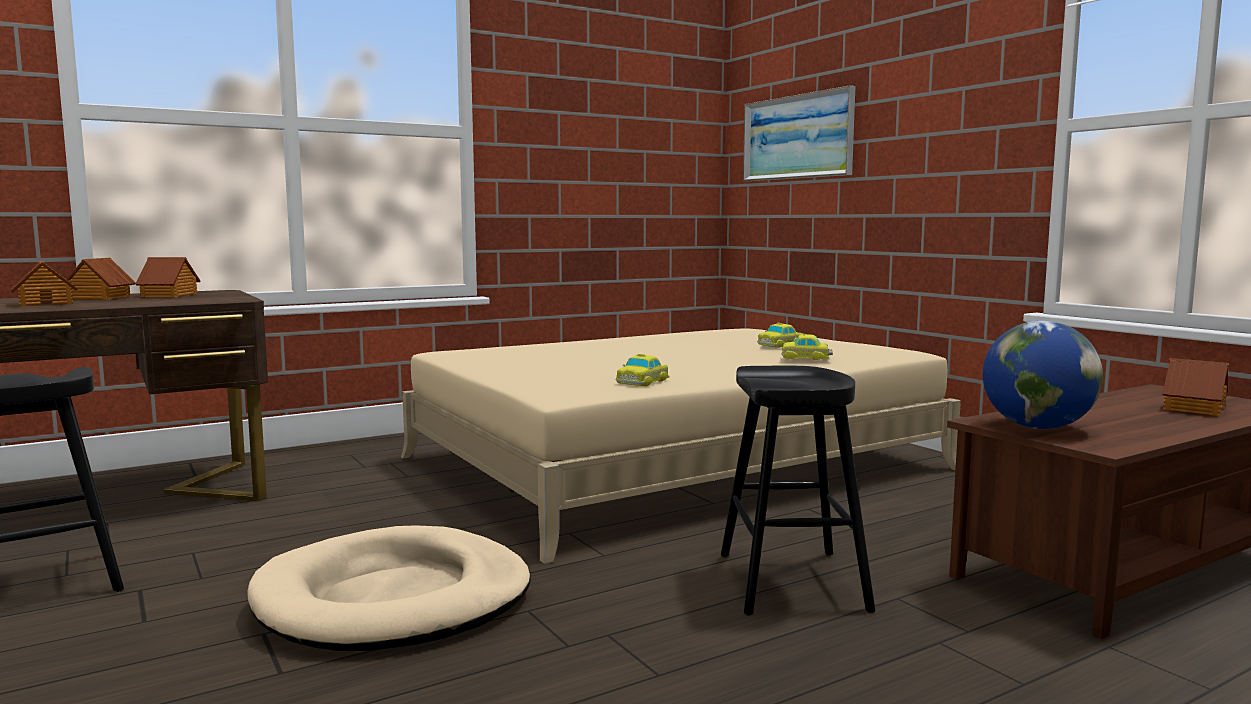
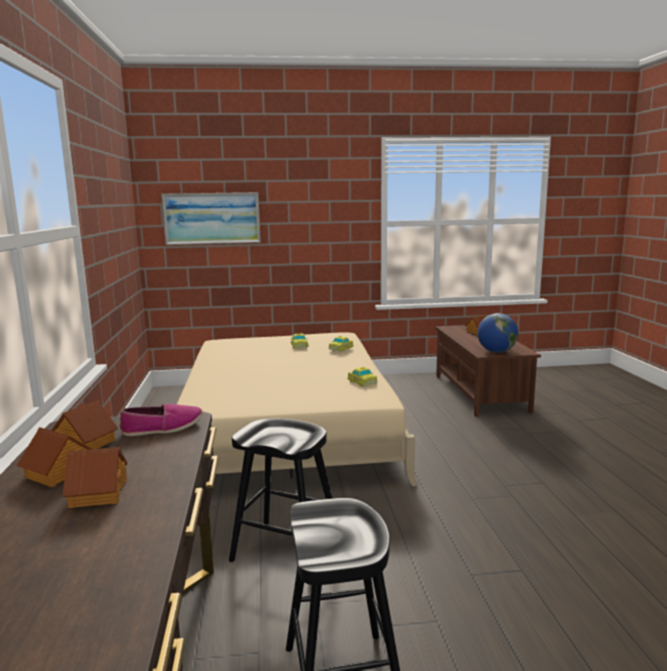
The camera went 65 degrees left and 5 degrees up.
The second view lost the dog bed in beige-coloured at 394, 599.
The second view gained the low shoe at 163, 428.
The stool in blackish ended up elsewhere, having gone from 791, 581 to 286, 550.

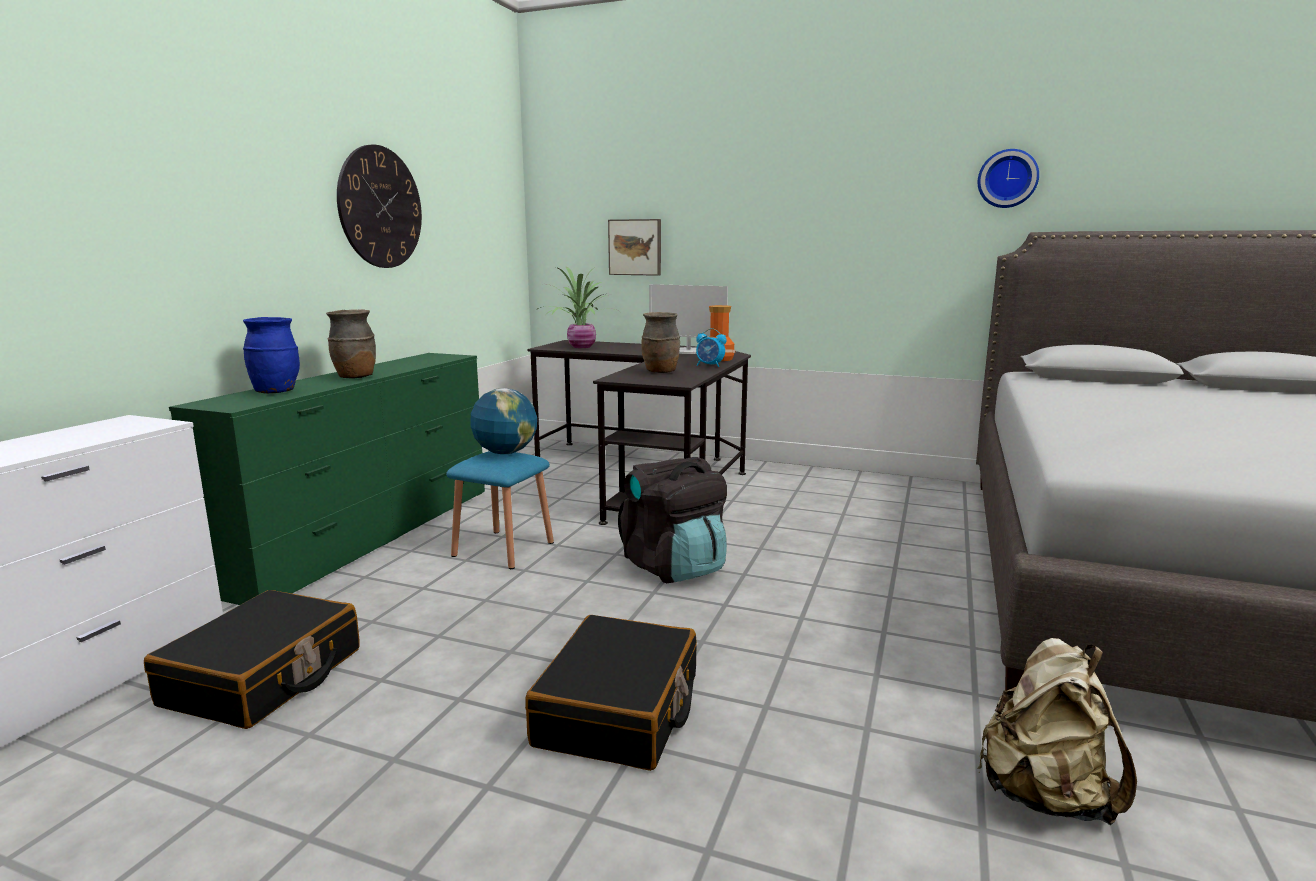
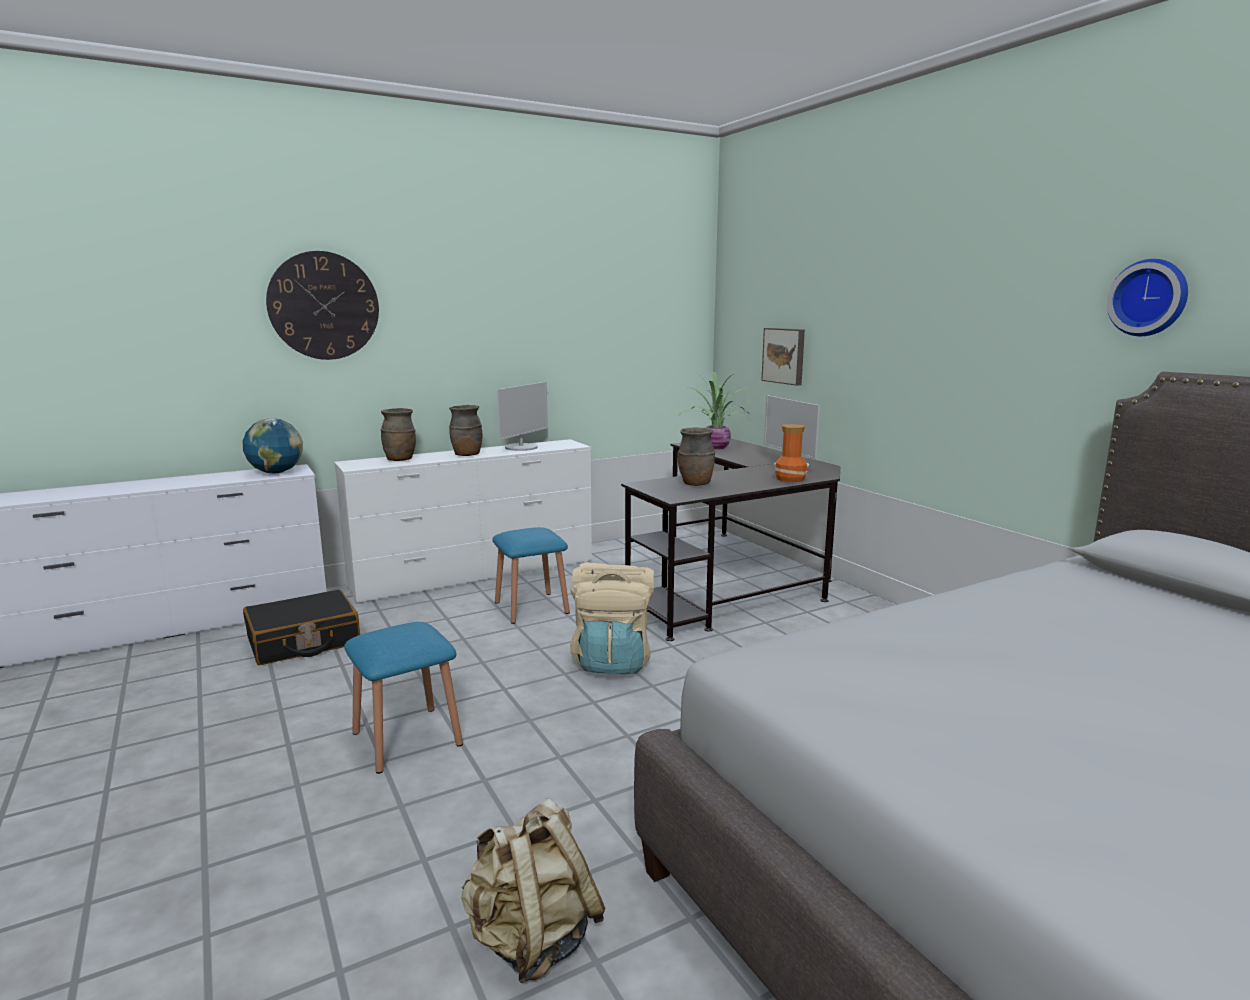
The camera went 40 degrees right and 0 degrees up.
The second view lost the table clock at 710, 365.
The second view gained the computer screen at 521, 447.
The hanging clock ended up elsewhere, having gone from 380, 207 to 324, 306.
The desk globe ended up elsewhere, having gone from 505, 453 to 276, 472.
Where the piece of luggage in blackish stood at 619, 711, the stool in blue came to stand at 407, 738.
What was the drawer chest in green-coloured at 369, 537 turned into the drawer chest in white at 475, 574.
What was the vase in blue at 276, 392 turned into the vase in brown-coloured at 400, 460.
What was the knapsack in blackish at 674, 567 turned into the knapsack in beige-coloured at 613, 661.

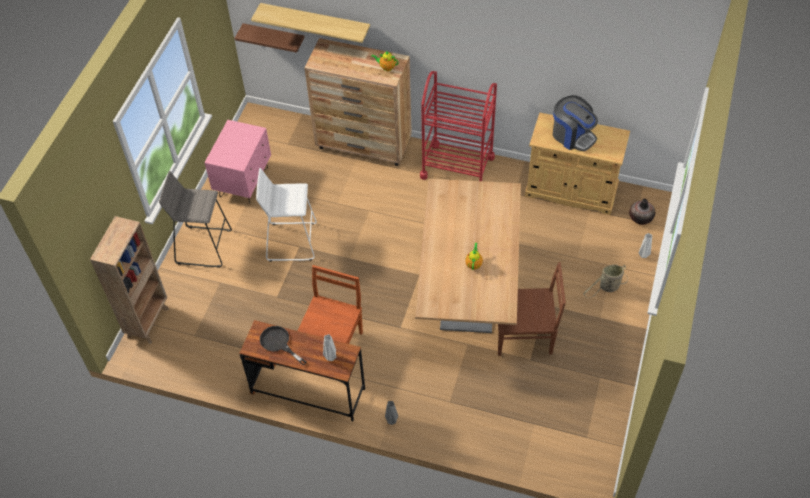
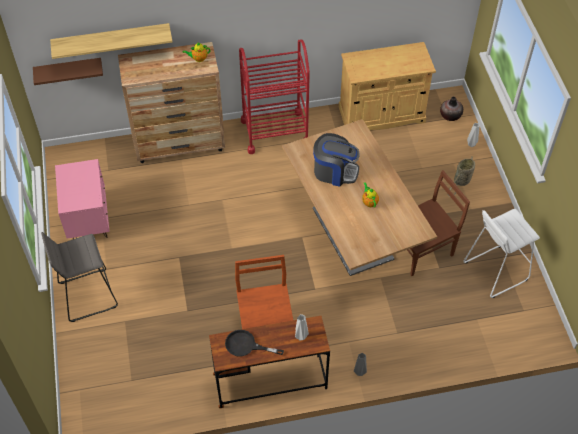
The camera went 30 degrees left and 0 degrees up.
The second view lost the shelving unit in brown-coloured at 148, 322.
The stool in white ended up elsewhere, having gone from 291, 241 to 495, 271.
The coffee brewer ended up elsewhere, having gone from 572, 136 to 334, 171.

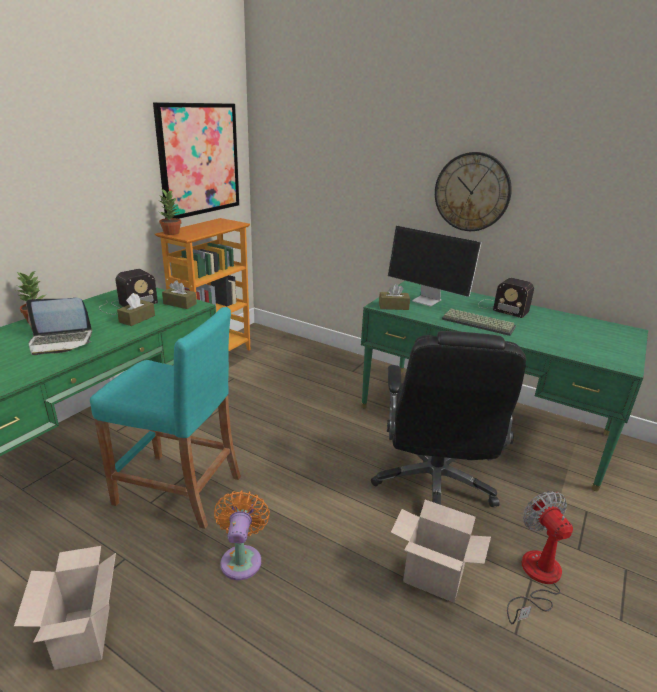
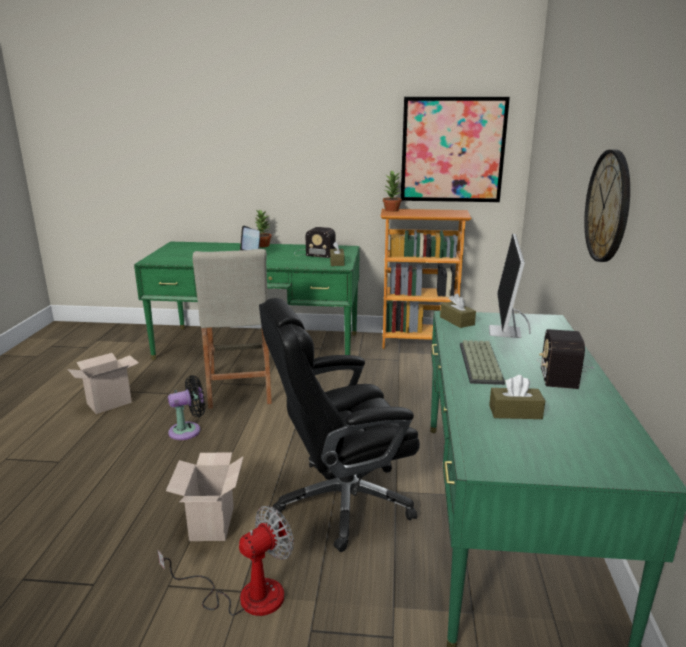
The camera went 65 degrees right and 5 degrees down.
The box of tissues in brown-coloured ended up elsewhere, having gone from 137, 319 to 515, 412.
What was the stool in turquoise-coloured at 178, 490 turned into the stool in beige-coloured at 239, 387.
What was the electric fan in orange at 242, 558 turned into the electric fan in blackish at 188, 430.

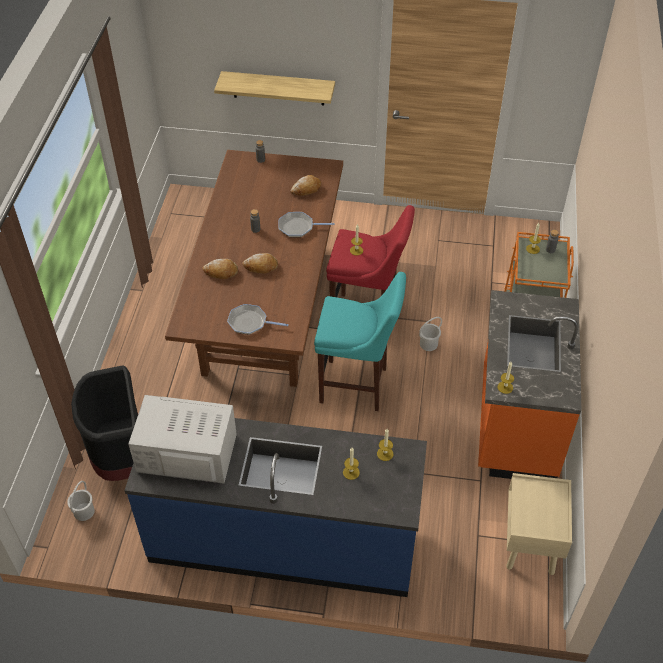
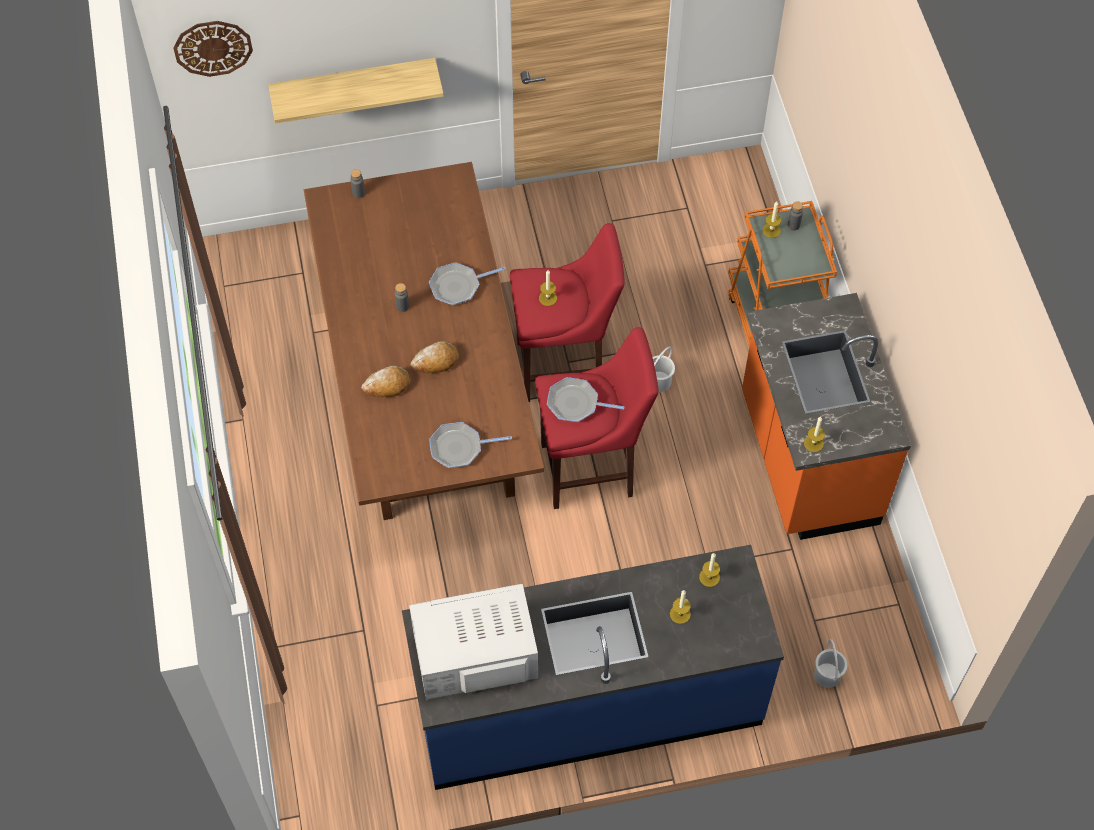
The camera went 20 degrees left and 10 degrees up.
The second view lost the rubbish bin in blackish at 121, 458.
The second view lost the bread at 306, 189.
The second view lost the night table in beige-coloured at 530, 544.
The second view gained the hanging clock at 213, 47.
The second view gained the pan at 576, 403.
The water bucket in white ended up elsewhere, having gone from 84, 511 to 827, 674.
What was the stool in turquoise-coloured at 357, 386 turned into the stool in red-coloured at 592, 470.

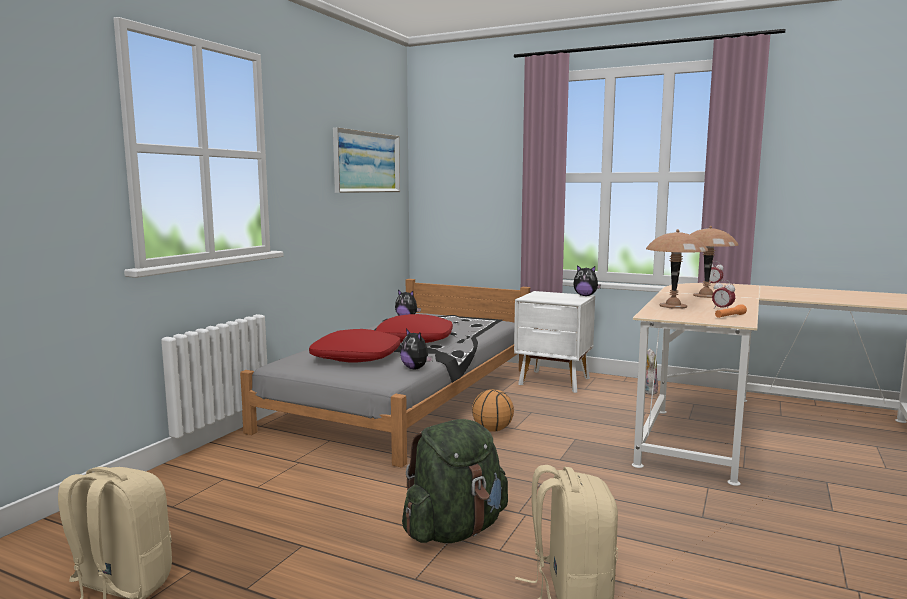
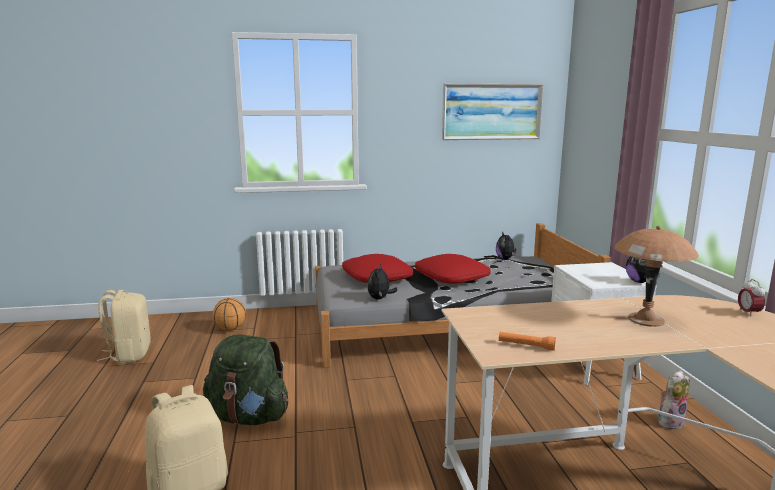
The camera went 55 degrees right and 5 degrees up.
The second view lost the table lamp in brown-coloured at 672, 306.
The second view lost the table clock at 722, 309.
The basketball ball ended up elsewhere, having gone from 492, 429 to 231, 329.

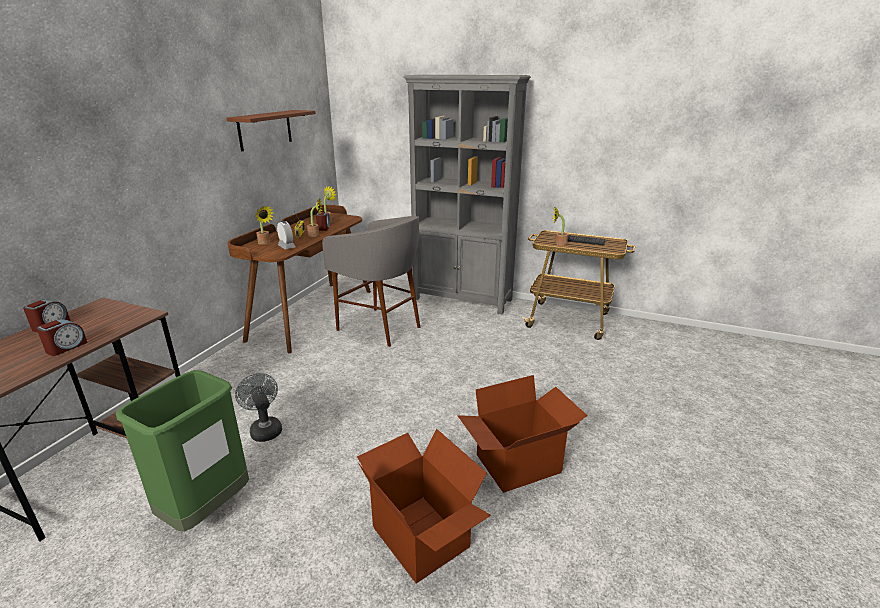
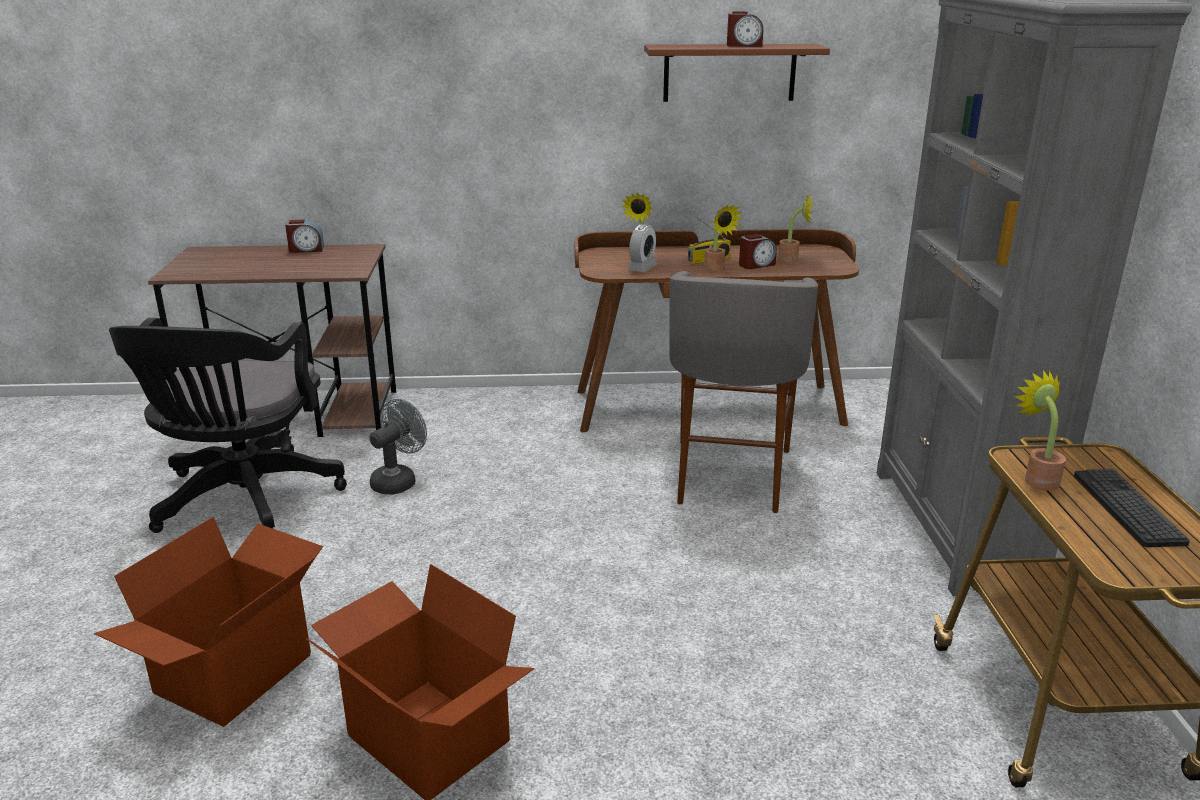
The camera went 65 degrees right and 0 degrees up.
The table clock ended up elsewhere, having gone from 66, 347 to 744, 45.
Where the rubbish bin in green-coloured stood at 206, 510, the computer chair in blackish came to stand at 243, 502.

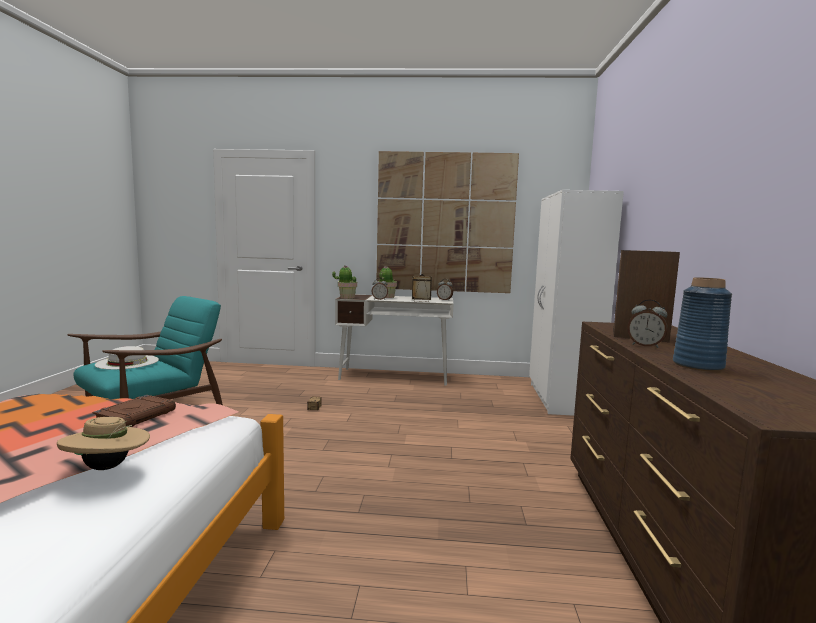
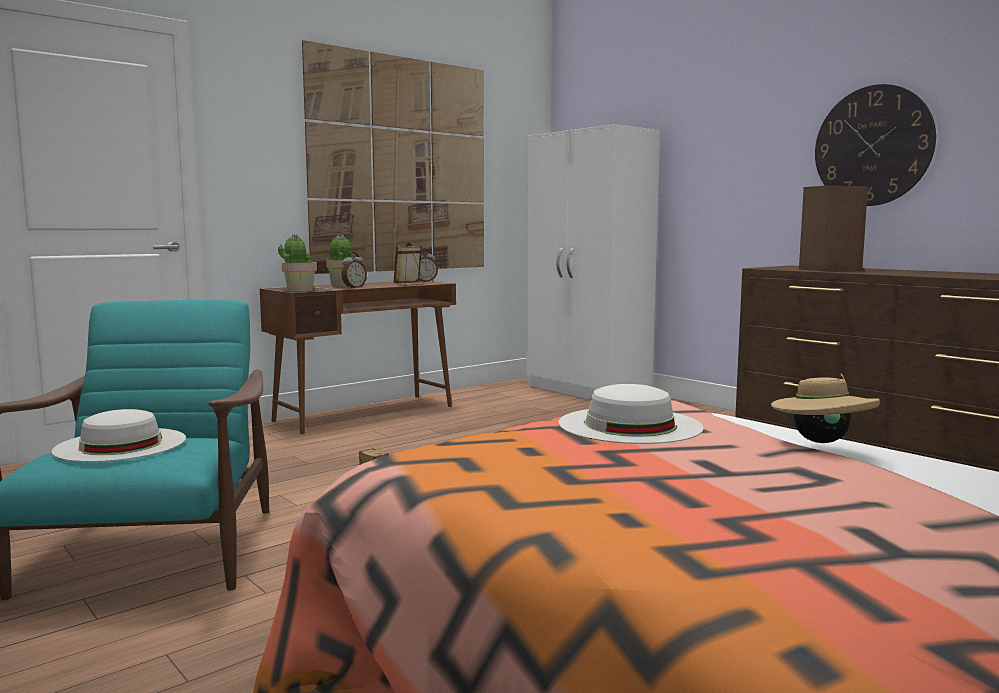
The camera went 45 degrees left and 0 degrees up.
The second view lost the table clock at 645, 345.
The second view lost the vase in blue at 698, 365.
The second view gained the hanging clock at 873, 146.
Where the volume in brown-coloured stood at 136, 416, the hat in white came to stand at 630, 425.
What was the desk unit in white at 394, 376 turned into the desk unit in brown-coloured at 366, 413.

